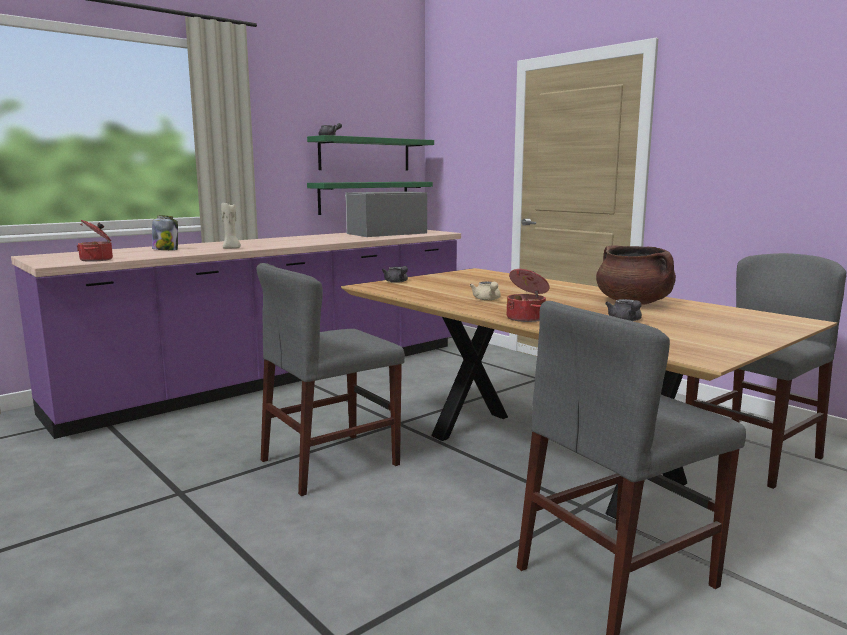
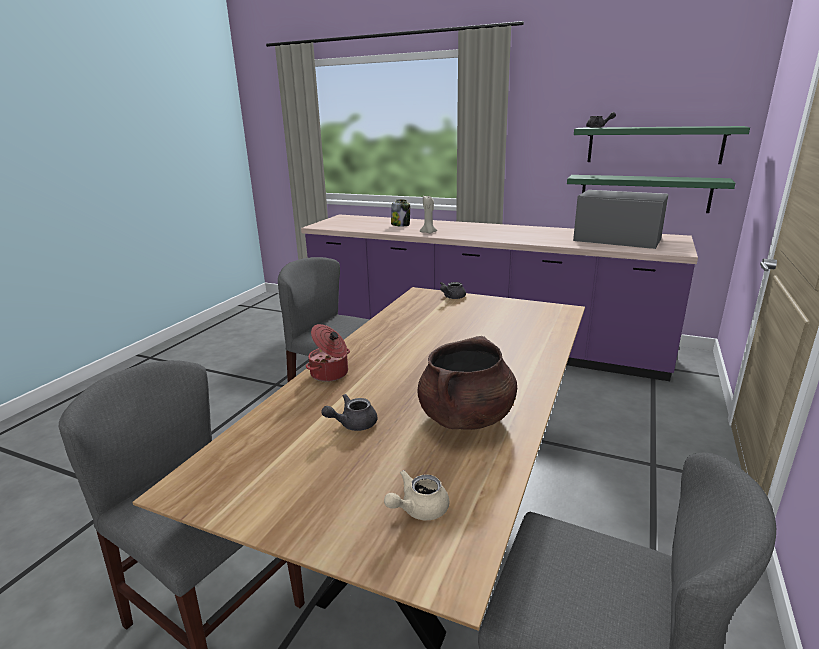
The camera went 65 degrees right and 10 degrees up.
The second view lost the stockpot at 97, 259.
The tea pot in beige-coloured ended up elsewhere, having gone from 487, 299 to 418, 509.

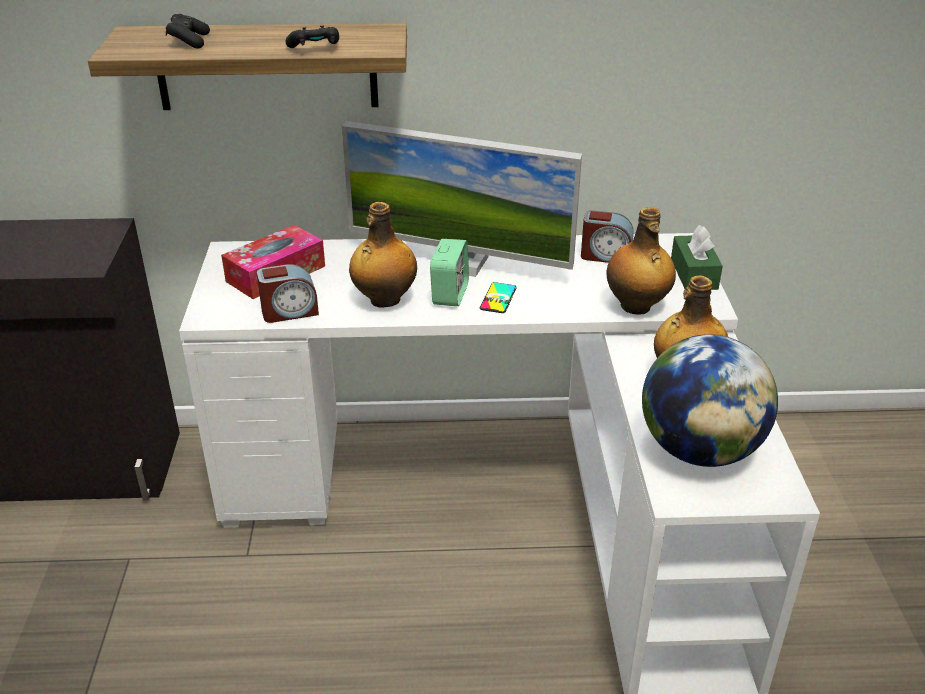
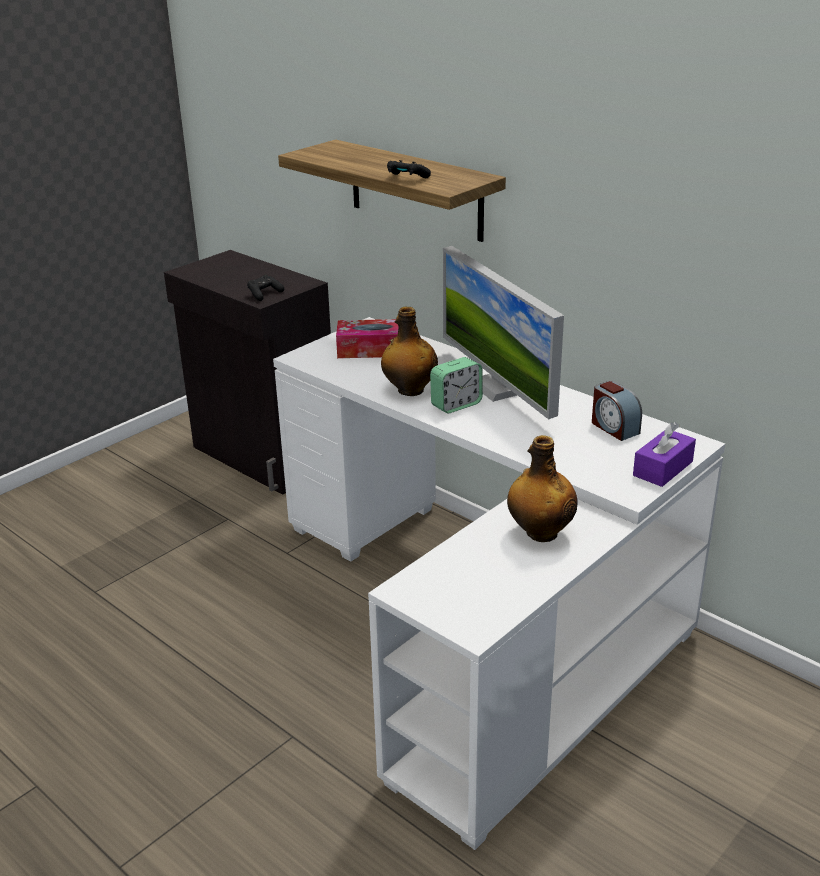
The camera went 45 degrees right and 5 degrees down.
The second view lost the table clock at 289, 312.
The second view lost the telephone at 498, 298.
The second view lost the beverage bottle at 636, 307.
The second view lost the desk globe at 699, 450.
The game controller in blackish ended up elsewhere, having gone from 189, 41 to 264, 294.
What was the box of tissues in green-coloured at 694, 274 turned into the box of tissues in purplish at 663, 468.

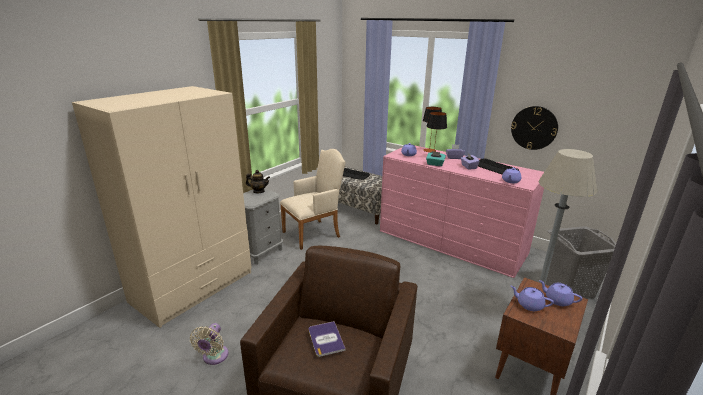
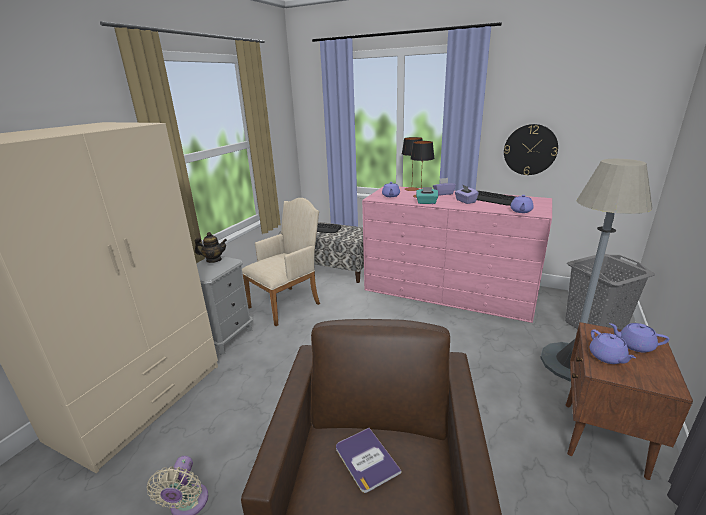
The camera went 10 degrees left and 0 degrees up.
The tea pot in purplish at 529, 305 ended up facing another way, 120 degrees counterclockwise from before.

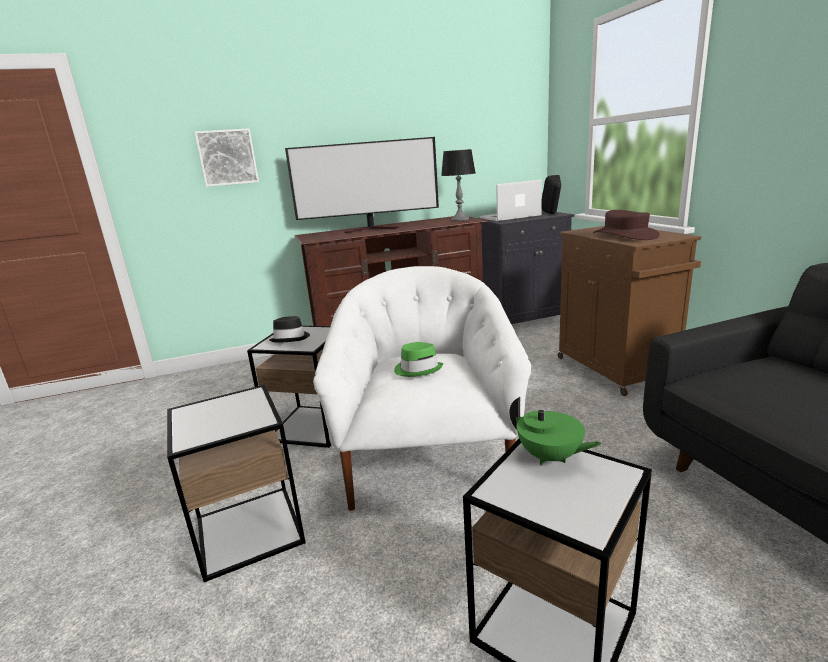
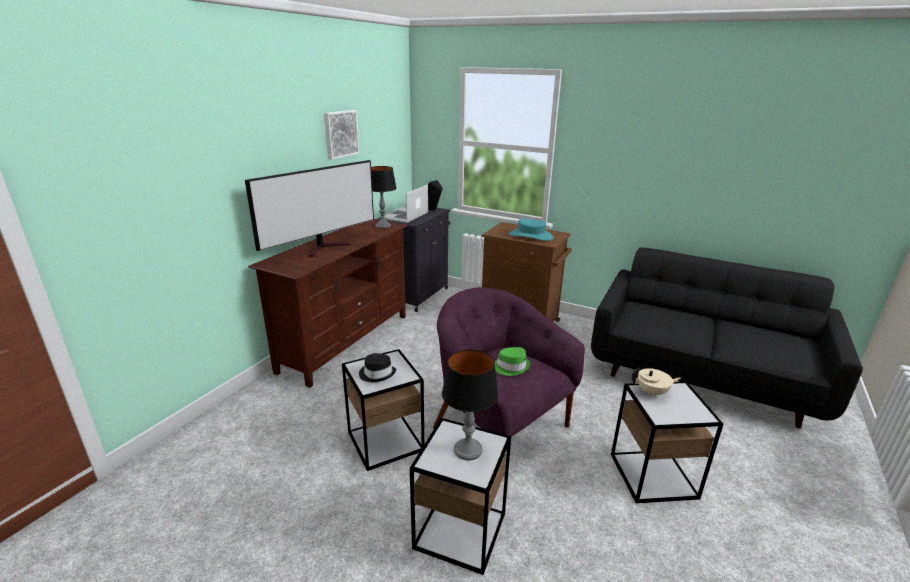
The camera went 45 degrees left and 5 degrees up.
The second view gained the table lamp at 468, 450.
The picture ended up elsewhere, having gone from 227, 157 to 340, 134.
What was the lounge chair in white at 428, 460 turned into the lounge chair in purplish at 499, 427.
What was the tea pot in green-coloured at 550, 457 turned into the tea pot in beige-coloured at 652, 392.
What was the hat in brown-coloured at 625, 235 turned into the hat in turquoise-coloured at 531, 236.

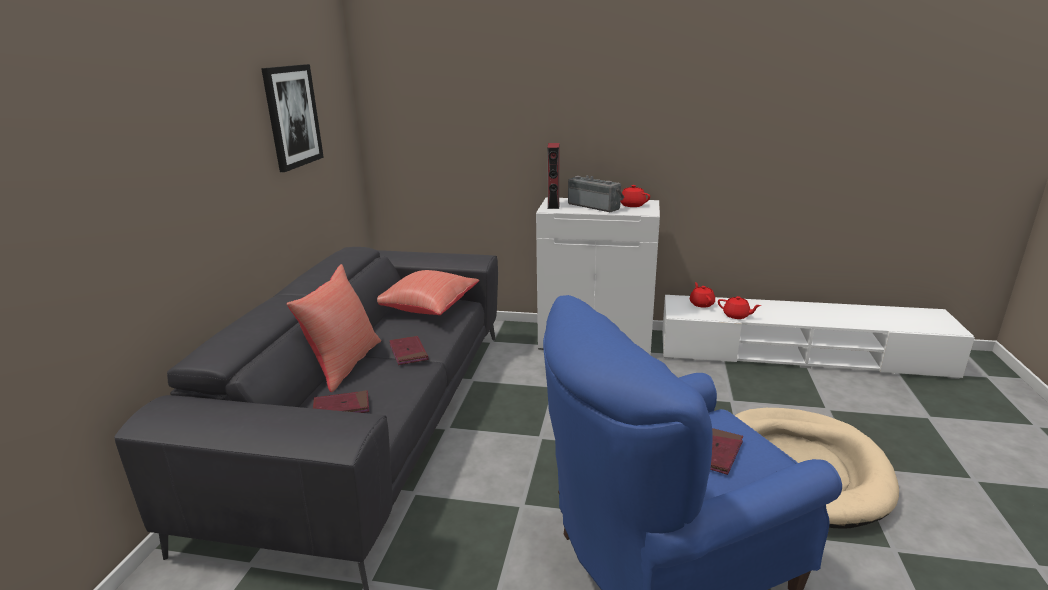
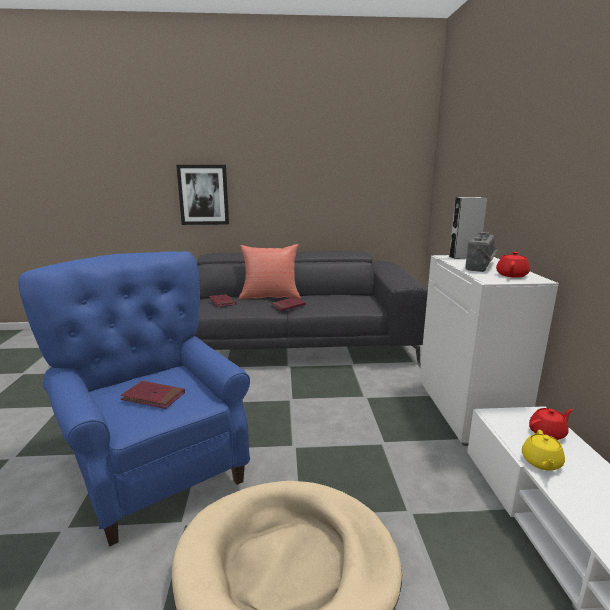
The camera went 75 degrees right and 5 degrees down.
The second view lost the pillow in red-coloured at 427, 307.
The picture ended up elsewhere, having gone from 292, 116 to 203, 195.
What was the audio speaker in red-coloured at 553, 205 turned into the audio speaker in gray at 464, 257.
What was the tea pot in red-coloured at 736, 315 turned into the tea pot in yellow at 541, 462.

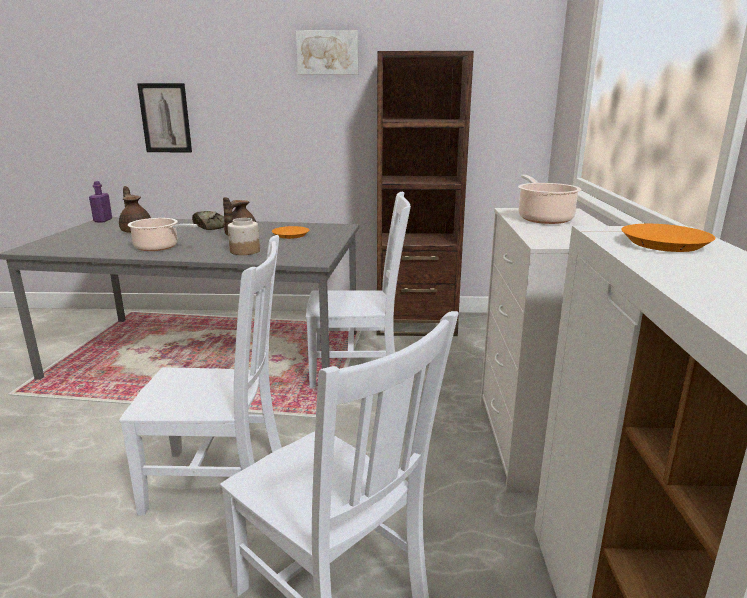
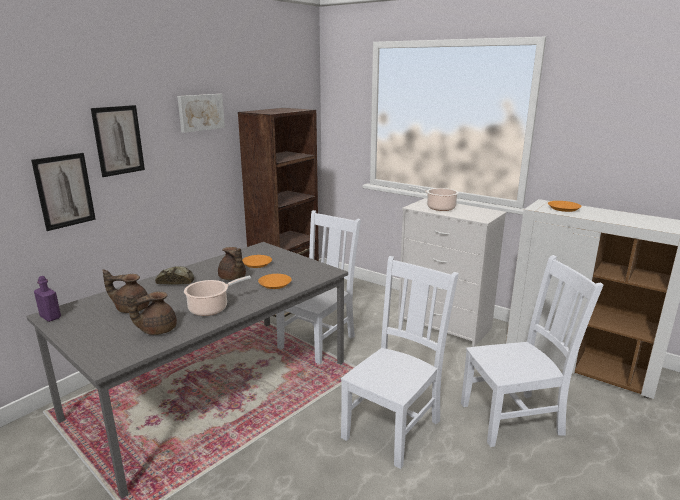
The camera went 55 degrees left and 0 degrees up.
The second view gained the picture at 118, 140.
The second view gained the tea pot in brown-coloured at 157, 330.
Where the preserve jar stood at 244, 251, the dinner plate in orange came to stand at 275, 284.

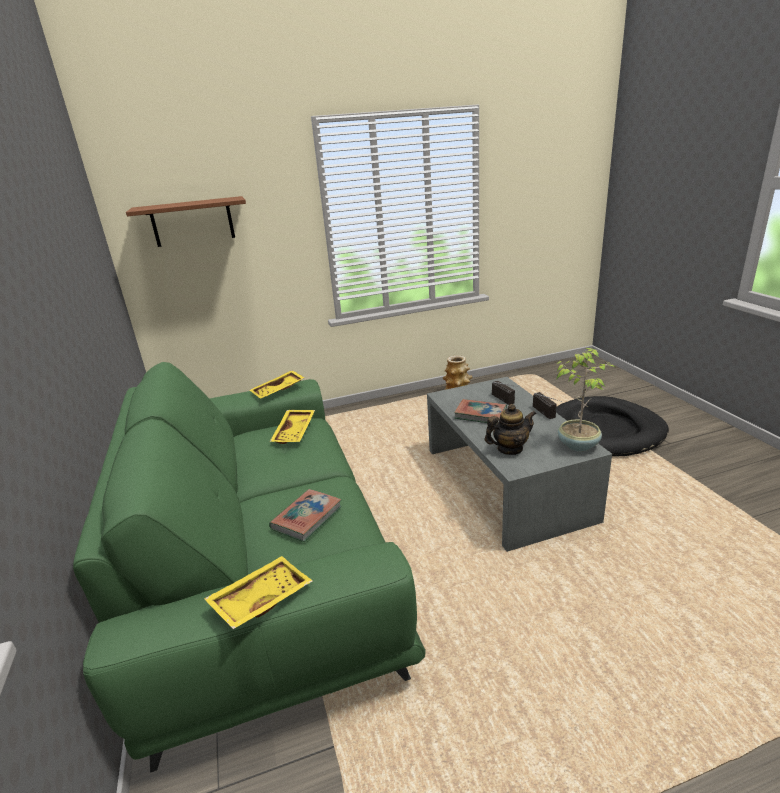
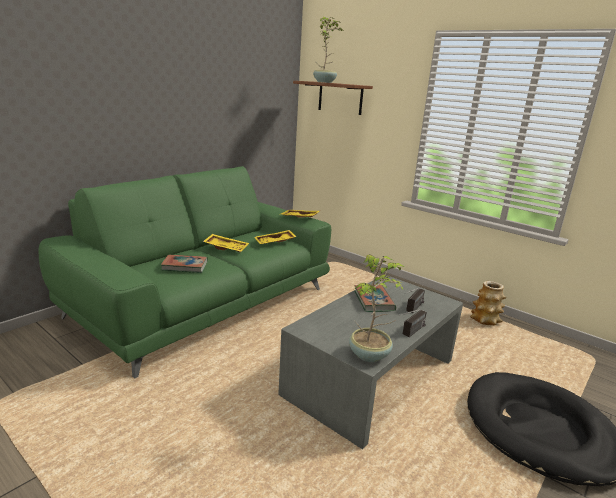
The camera went 55 degrees right and 5 degrees down.
The second view lost the tea pot at 509, 449.
The second view gained the potted plant at 325, 82.
The carrying tray in yellow ended up elsewhere, having gone from 261, 598 to 226, 248.

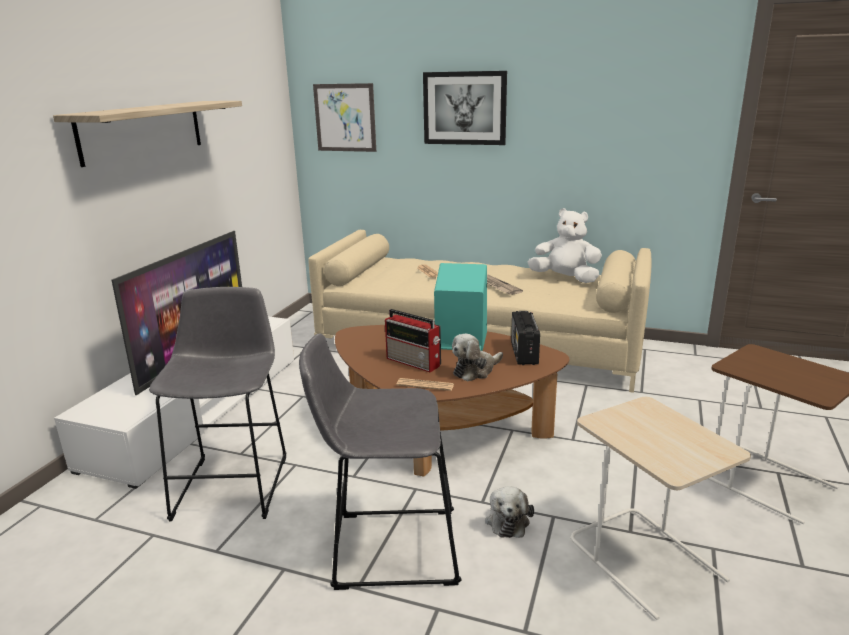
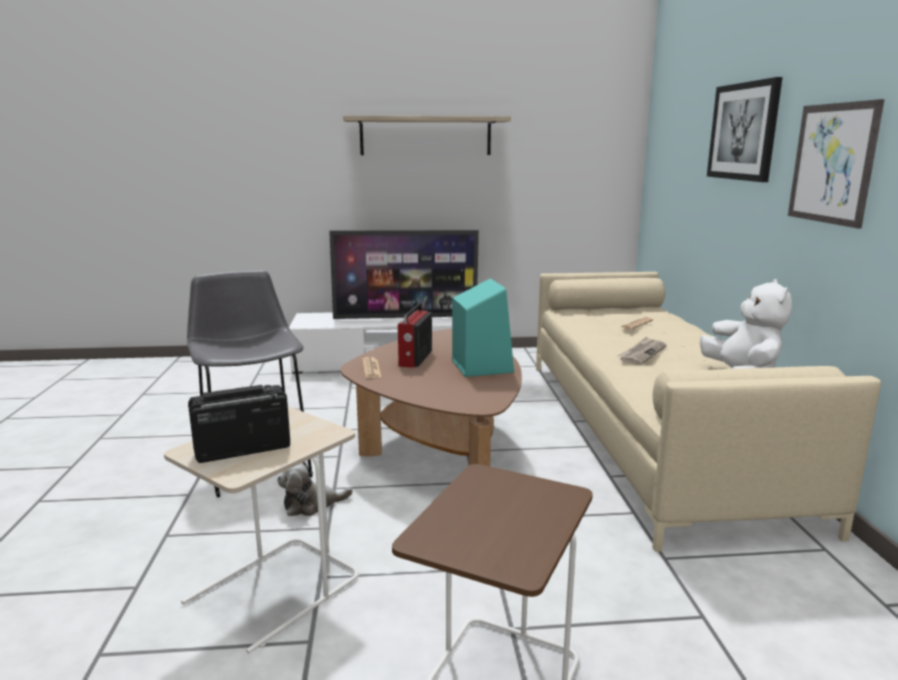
The camera went 65 degrees right and 5 degrees down.
The second view lost the stool in gray at 235, 482.
The second view lost the plush toy at 475, 370.
The picture ended up elsewhere, having gone from 345, 117 to 832, 163.
The radio ended up elsewhere, having gone from 524, 354 to 241, 449.

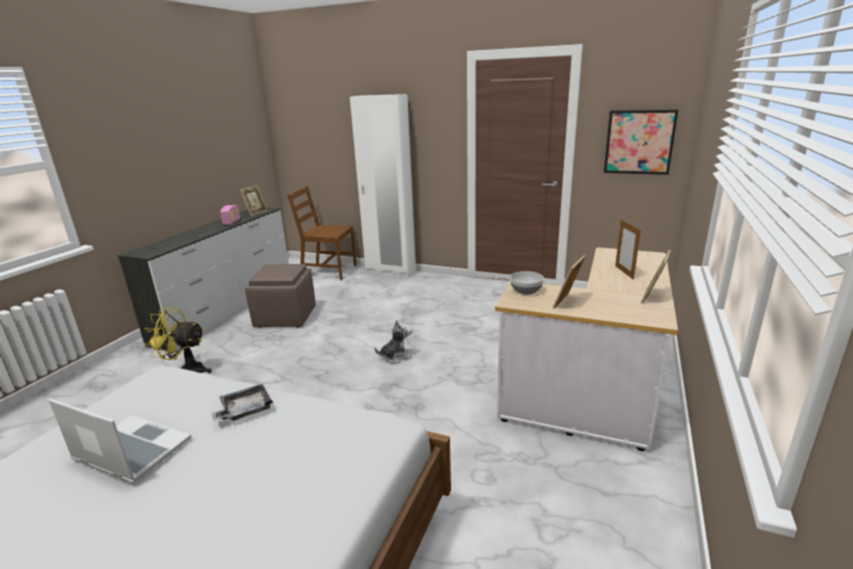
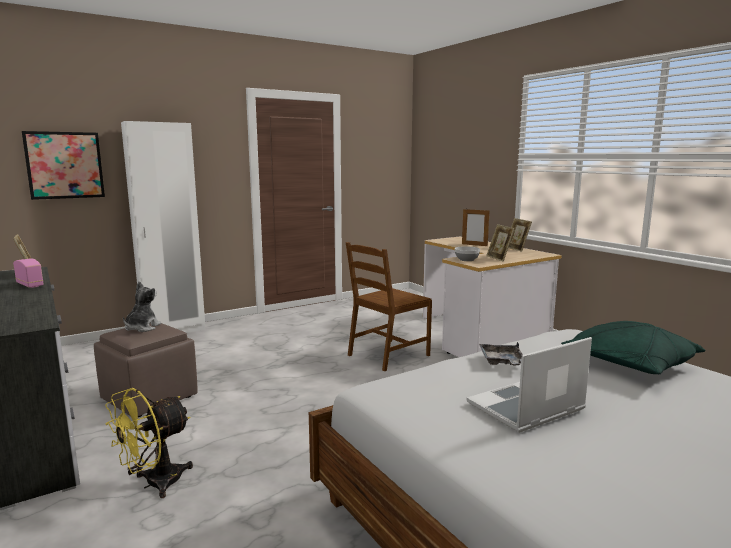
The camera went 55 degrees left and 10 degrees down.
The second view gained the pillow in green-coloured at 629, 365.
The chair in brown-coloured ended up elsewhere, having gone from 328, 271 to 387, 355.
The plush toy ended up elsewhere, having gone from 395, 357 to 142, 328.
The picture ended up elsewhere, having gone from 639, 142 to 64, 165.

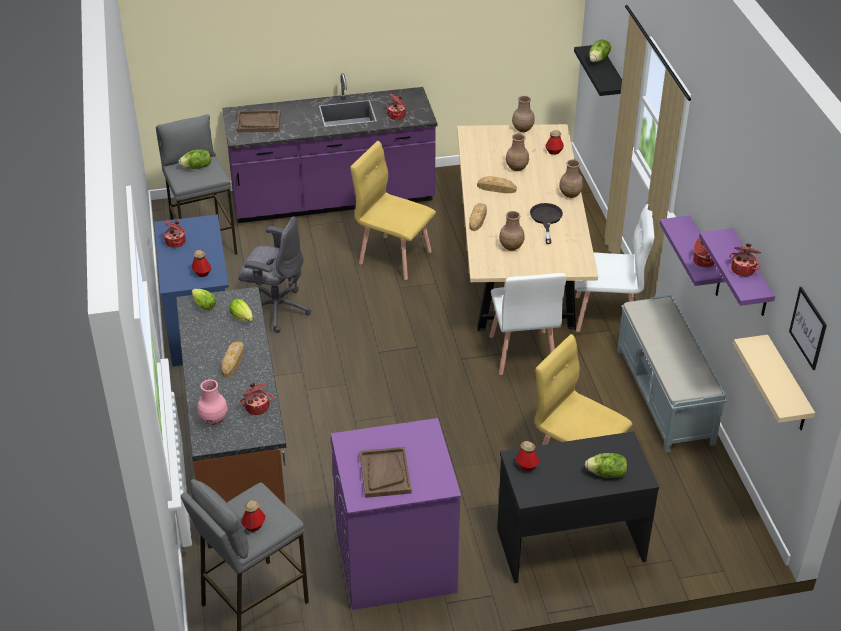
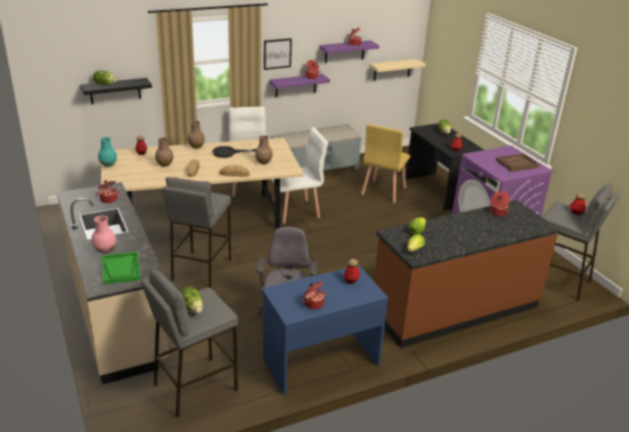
The camera went 105 degrees left and 10 degrees down.
The second view lost the bread at 233, 361.
The vase in pink ended up elsewhere, having gone from 213, 419 to 105, 250.
The picture ended up elsewhere, having gone from 808, 328 to 277, 53.
Where the chair in yellow stood at 394, 256, the stool in gray came to stand at 200, 270.
What was the counter in purplish at 333, 200 turned into the counter in beige-coloured at 117, 313.
What was the carrying tray in brown-coloured at 258, 123 turned into the carrying tray in green-coloured at 121, 269.
What was the vase in brown-coloured at 522, 129 turned into the vase in turquoise-coloured at 108, 164.

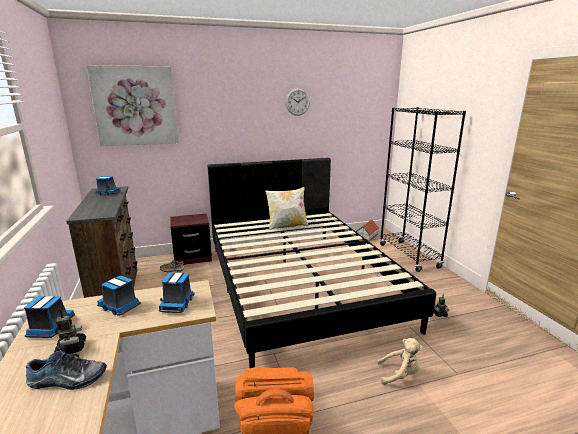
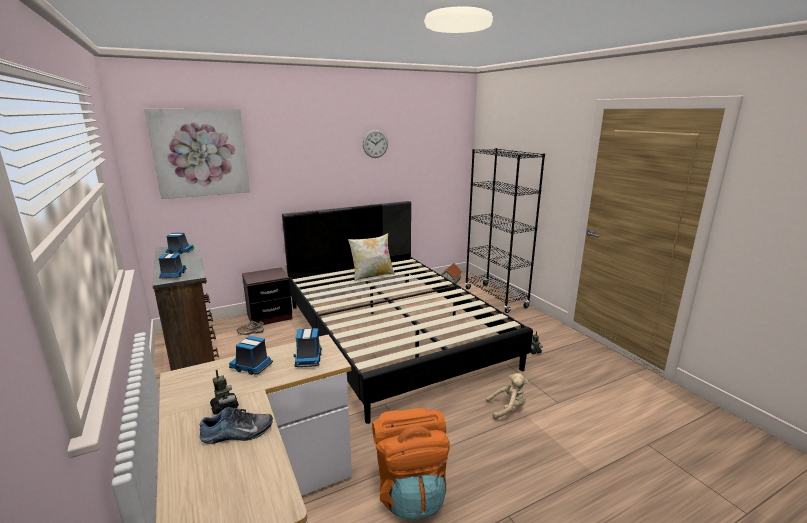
The camera went 10 degrees left and 0 degrees up.
The toy lorry ended up elsewhere, having gone from 51, 328 to 173, 275.

